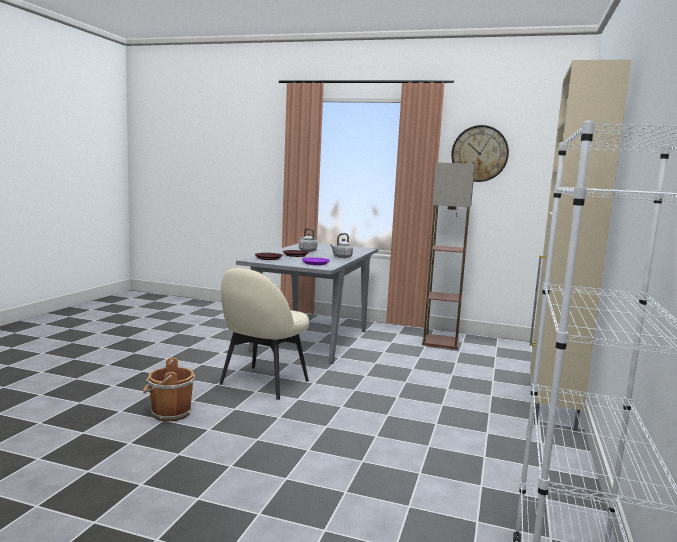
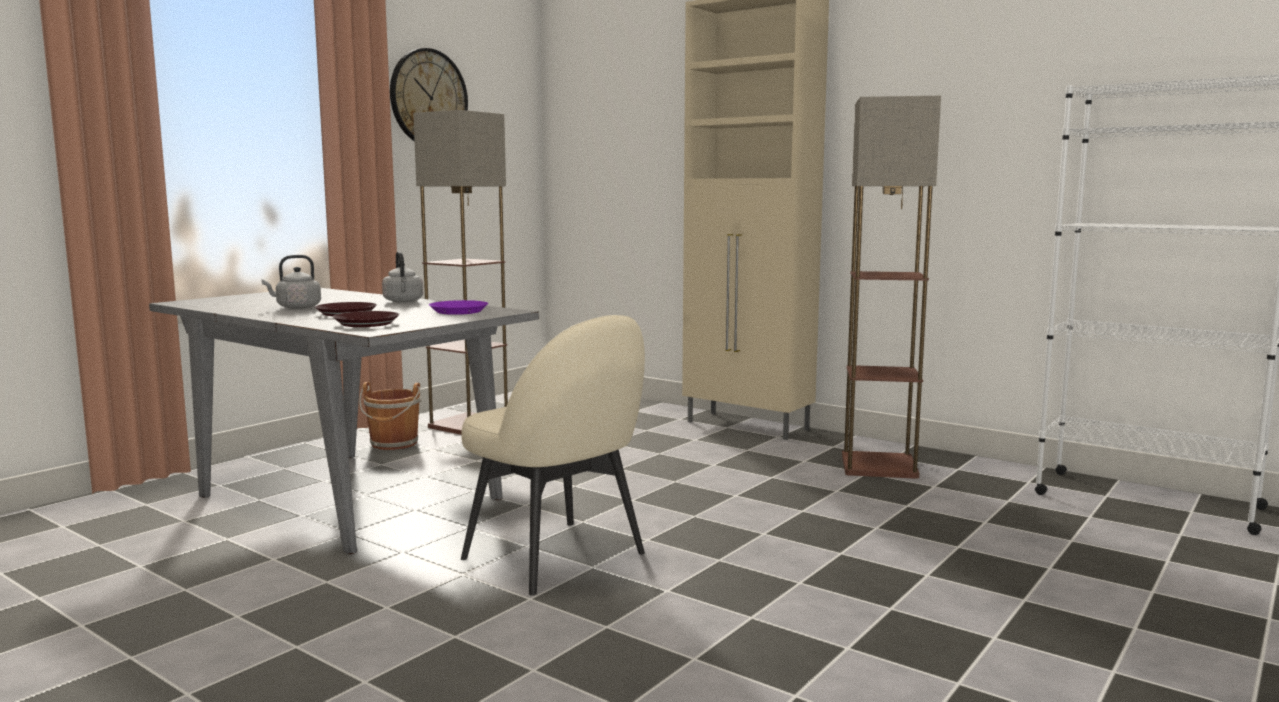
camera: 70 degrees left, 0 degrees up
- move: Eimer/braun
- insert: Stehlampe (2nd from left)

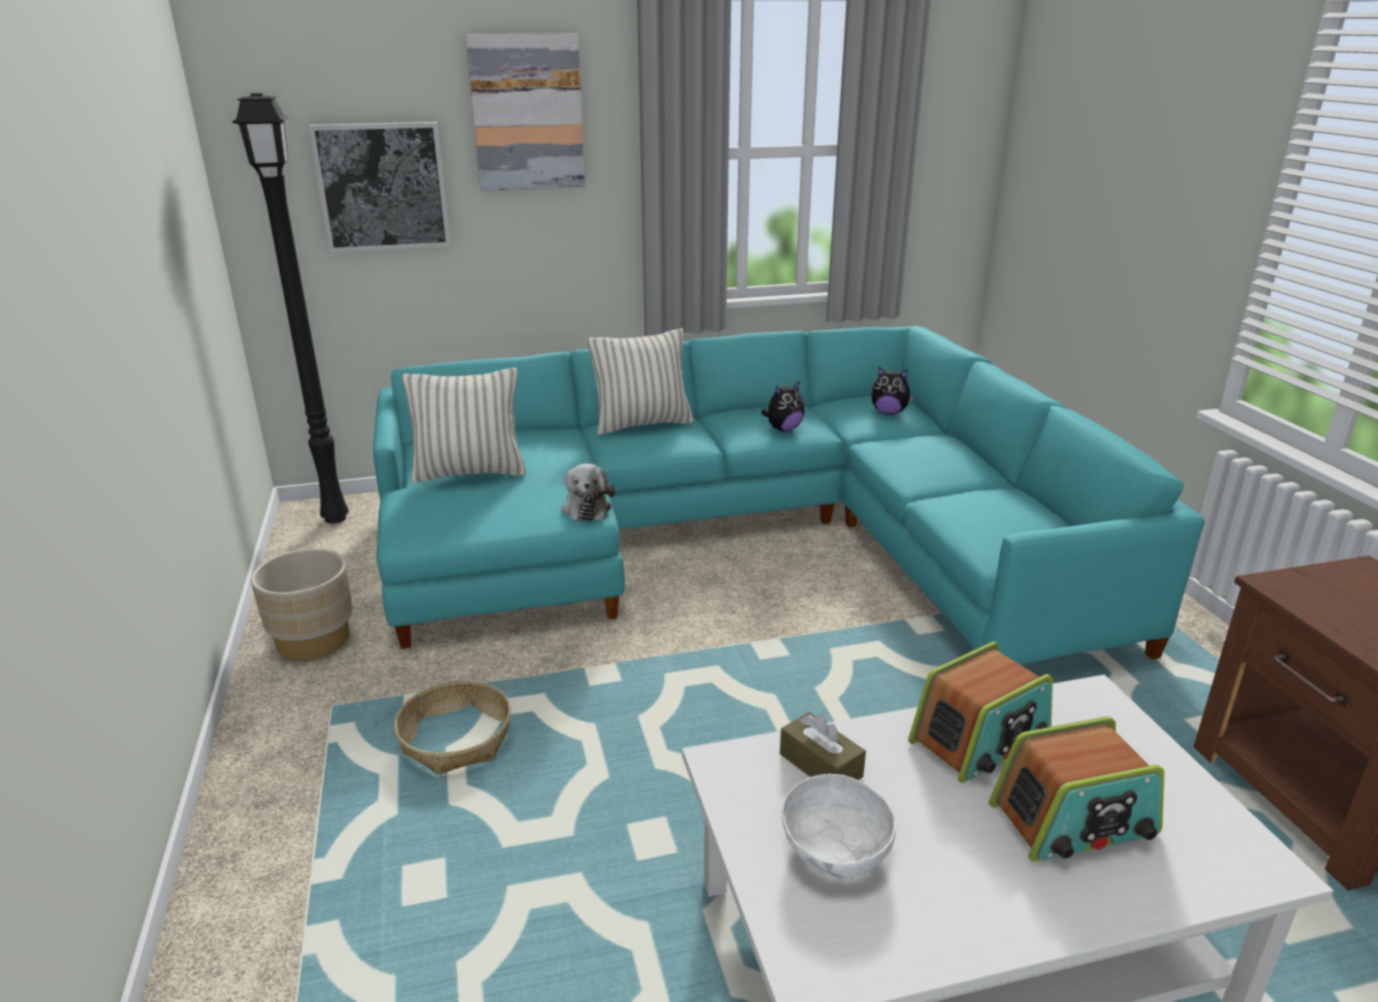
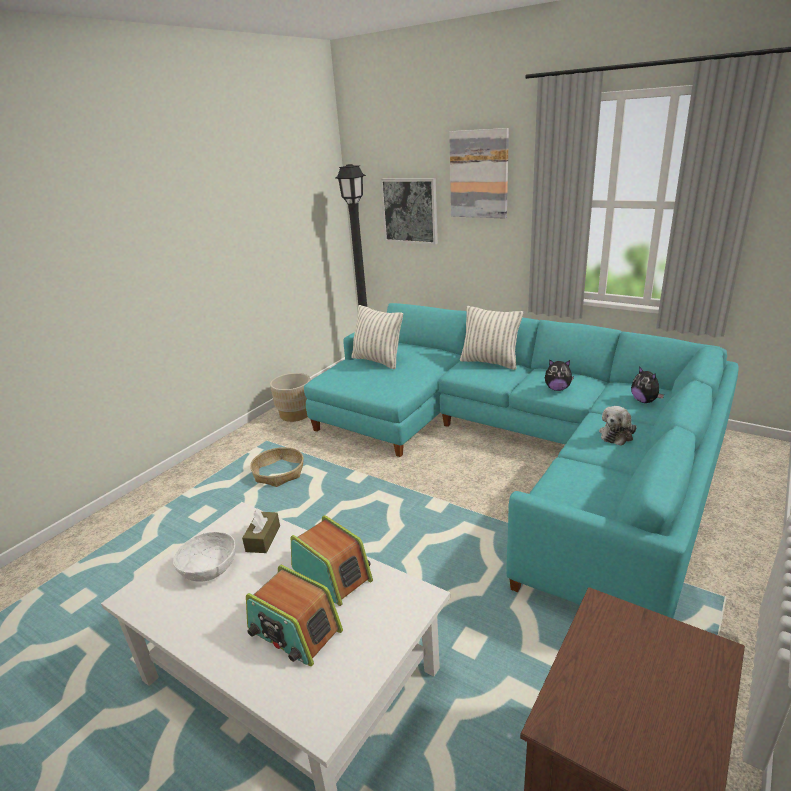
camera: 50 degrees right, 0 degrees up
- move: Plüschtier (1st from left in the first image) to Plüschtier (2nd from left)
- rotate: Radio (1st from left in the first image) 150 degrees counterclockwise

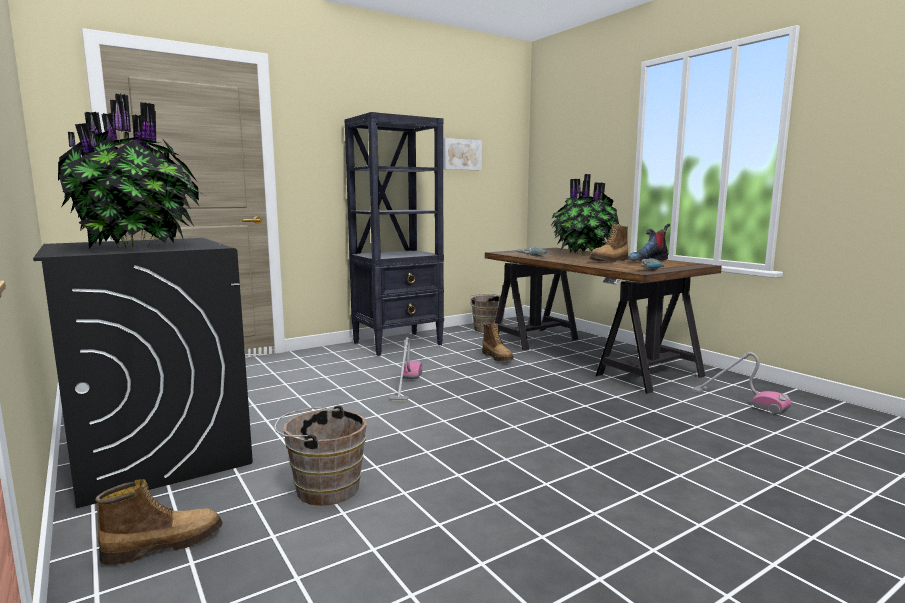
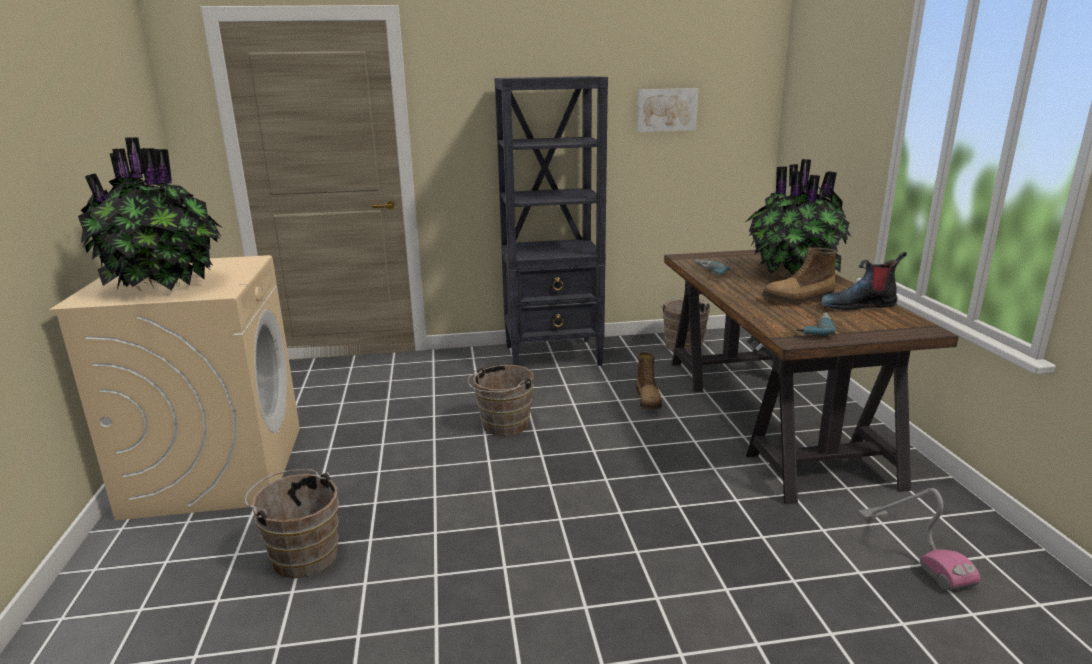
camera: 25 degrees right, 10 degrees up
- recolor: Waschmaschine/schwarz to Waschmaschine/beige
- replace: Staubsauger (1st from left) to Eimer/braun (2nd from left)
- delete: Stiefel (1st from left)

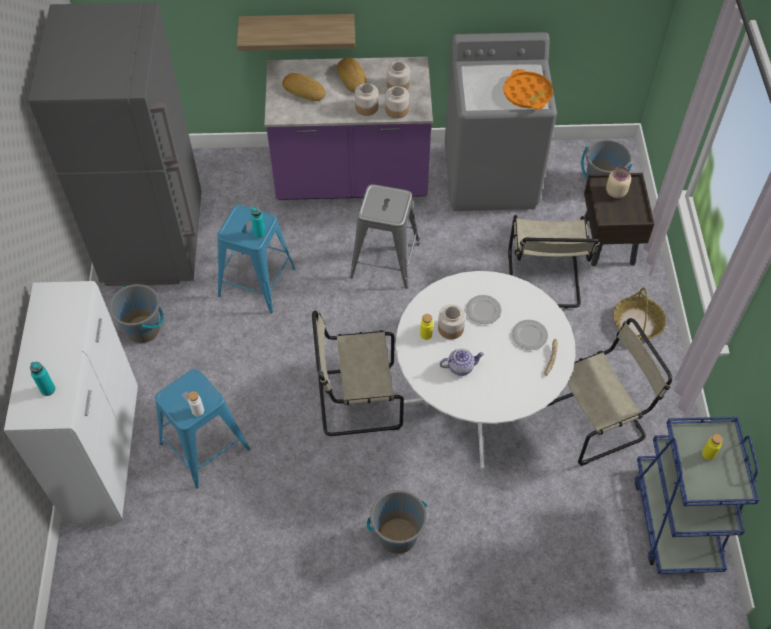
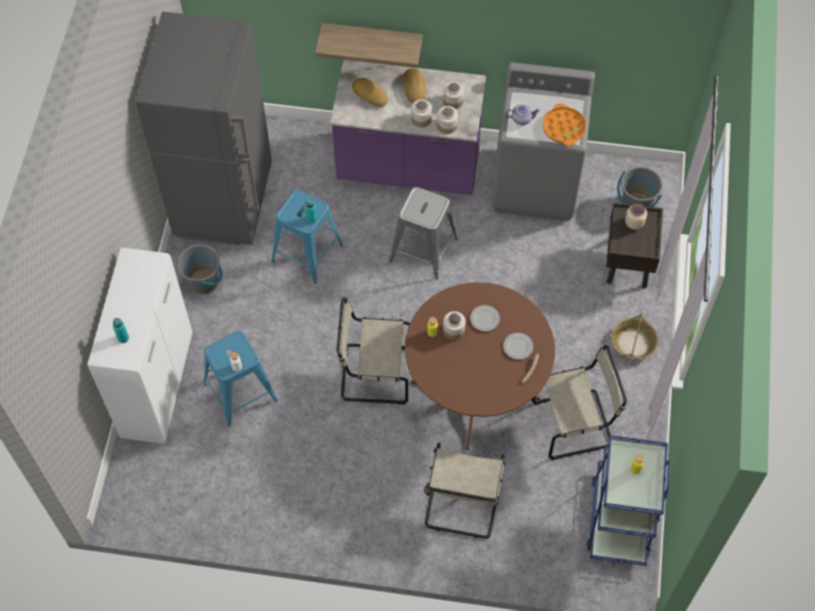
camera: 10 degrees right, 5 degrees up
- move: Stuhl/beige (2nd from left)
- recolor: Esstisch/weiß to Esstisch/braun
- move: Teekanne
- delete: Eimer/grau (2nd from left)

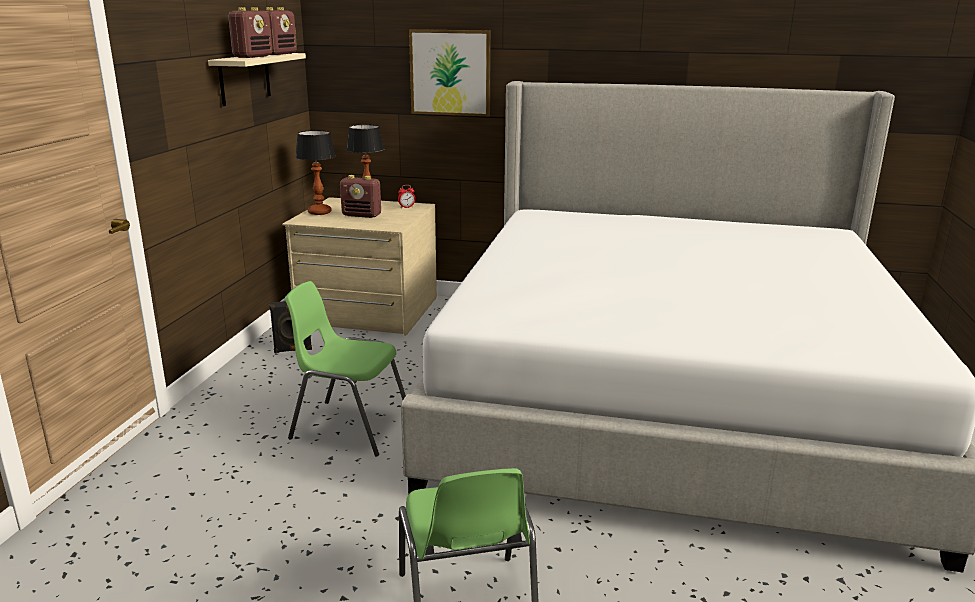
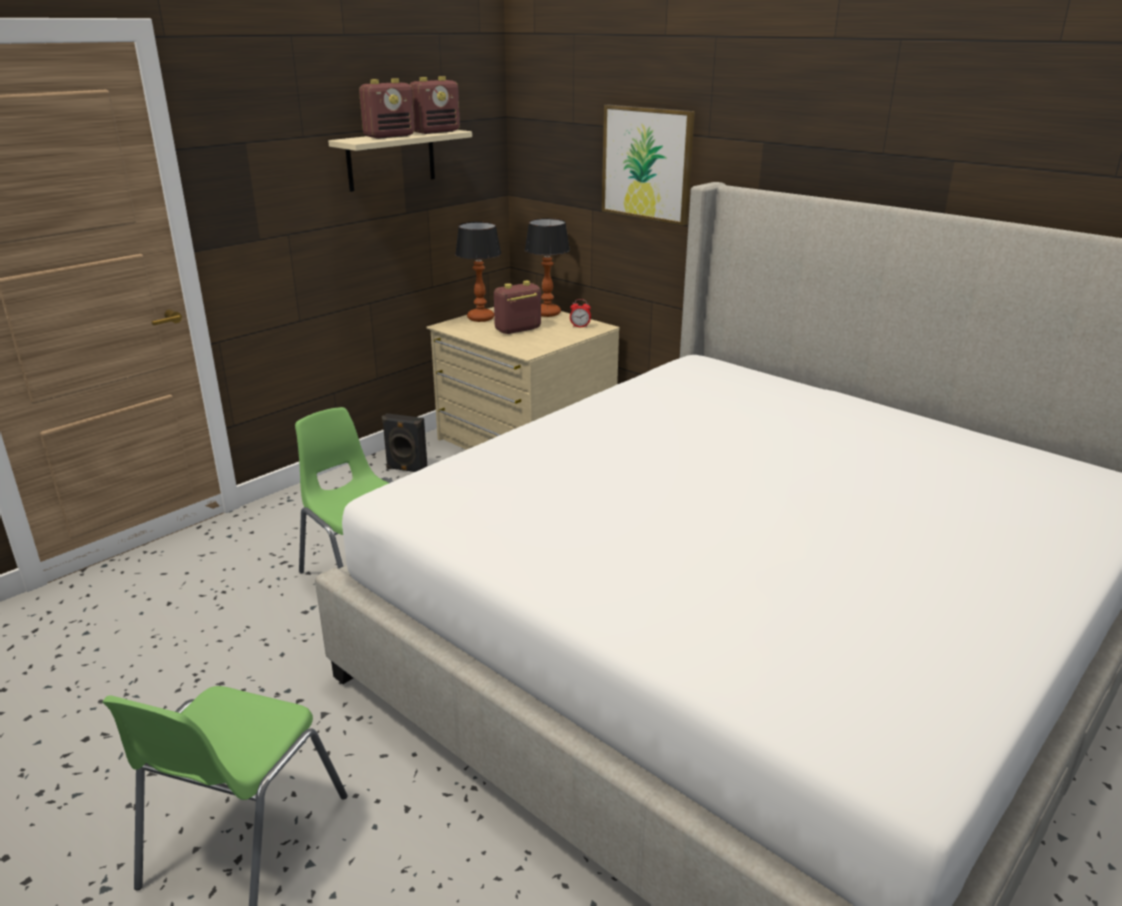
camera: 30 degrees right, 5 degrees up
- rotate: Radio (3rd from left) 105 degrees clockwise

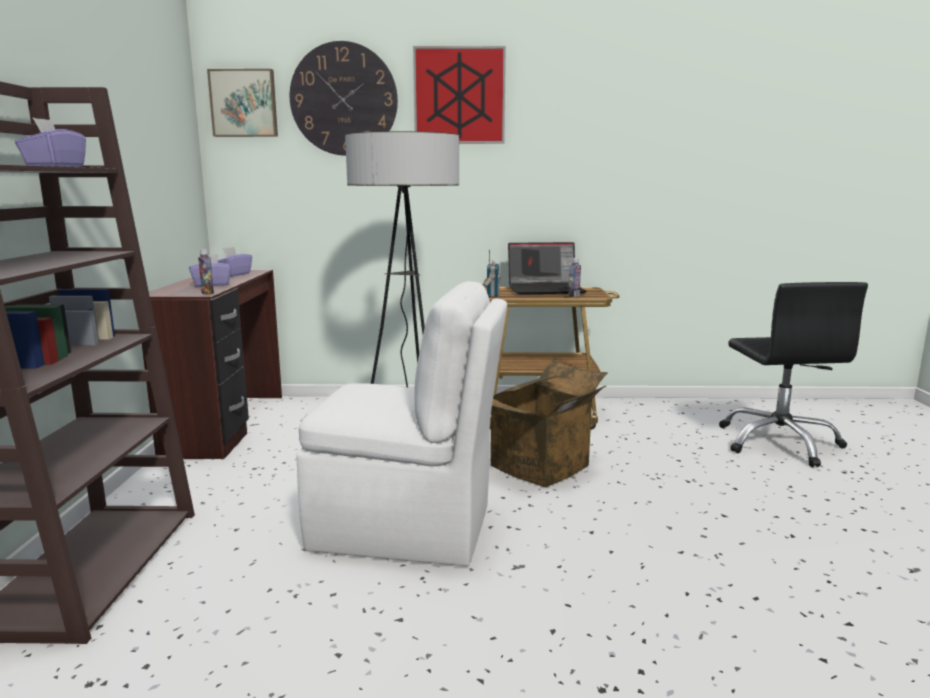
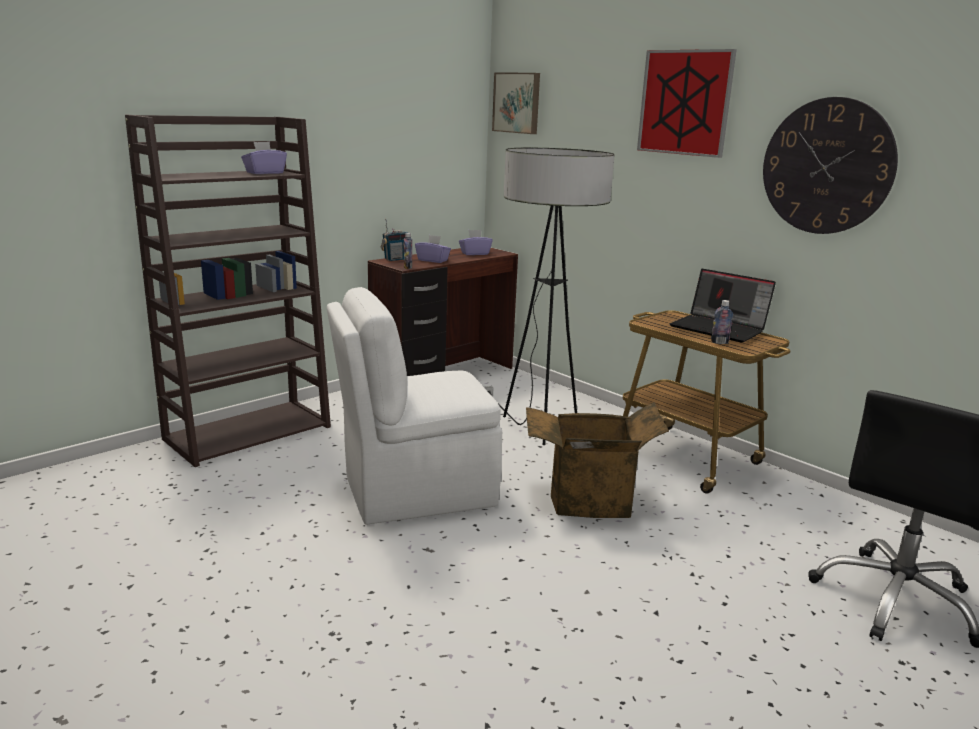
camera: 45 degrees right, 5 degrees up
- move: Wanduhr
- move: Radio
- rotate: Stuhl/weiß 105 degrees clockwise

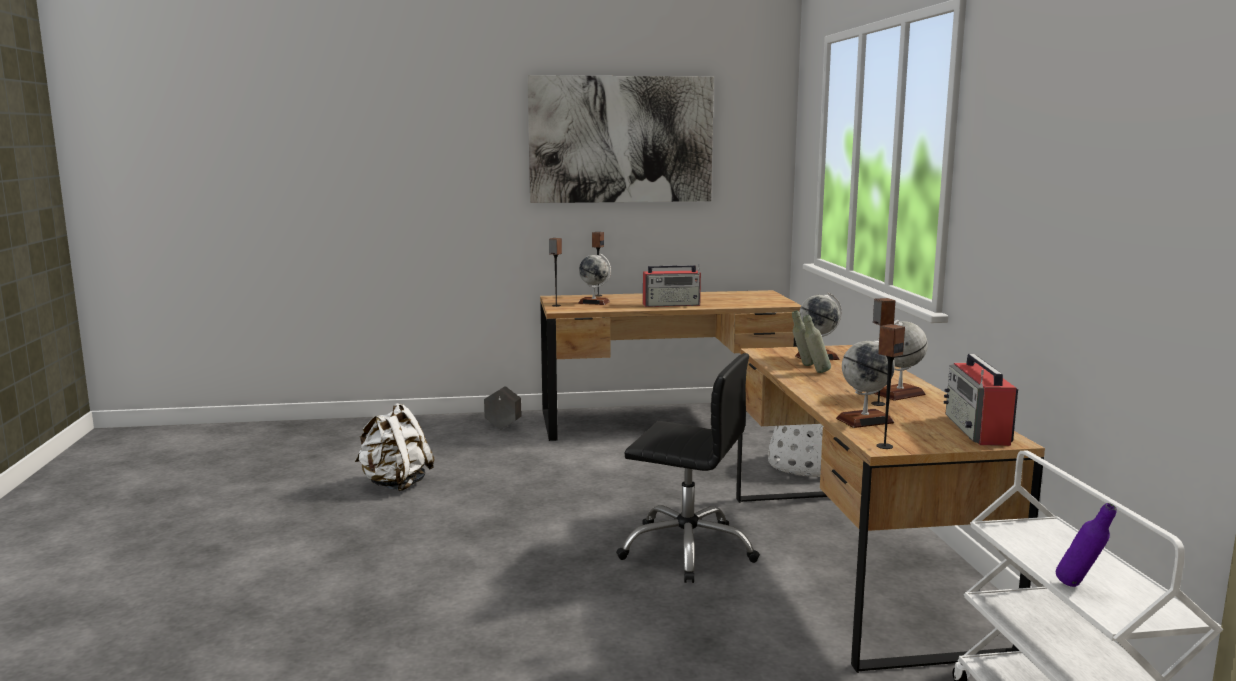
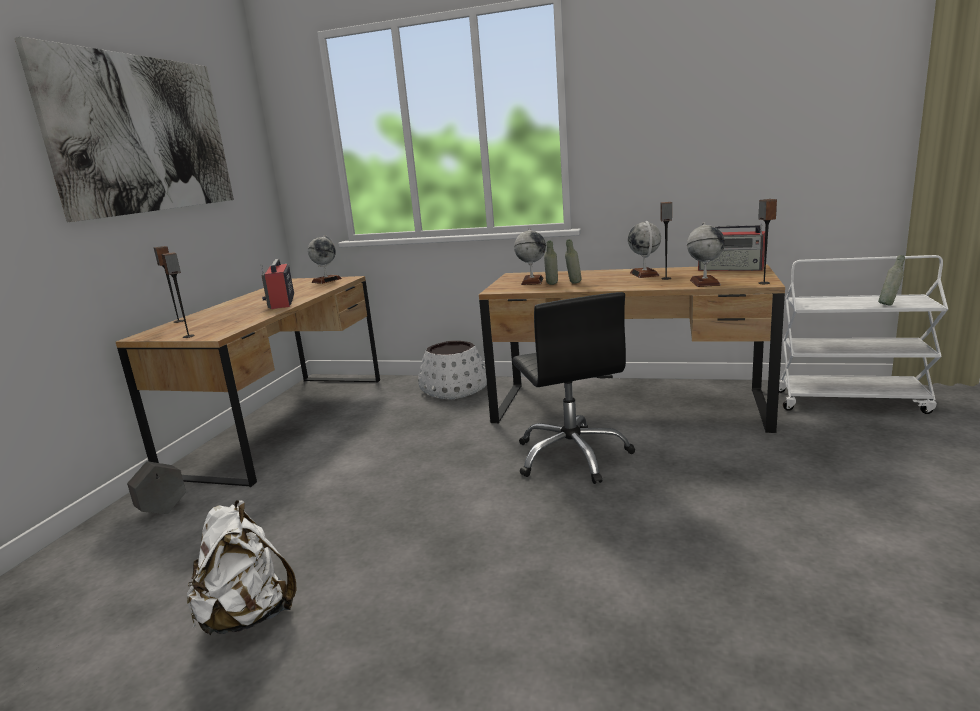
camera: 65 degrees left, 5 degrees up
- move: Globus (1st from left)
- rotate: Radio (1st from left) 150 degrees clockwise
- rotate: Bürostuhl/schwarz 120 degrees clockwise
- recolor: Flasche/lila to Flasche/grau (3rd from left)

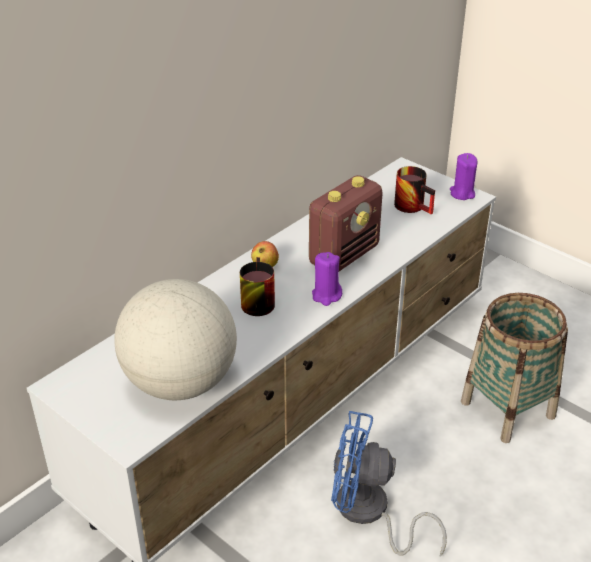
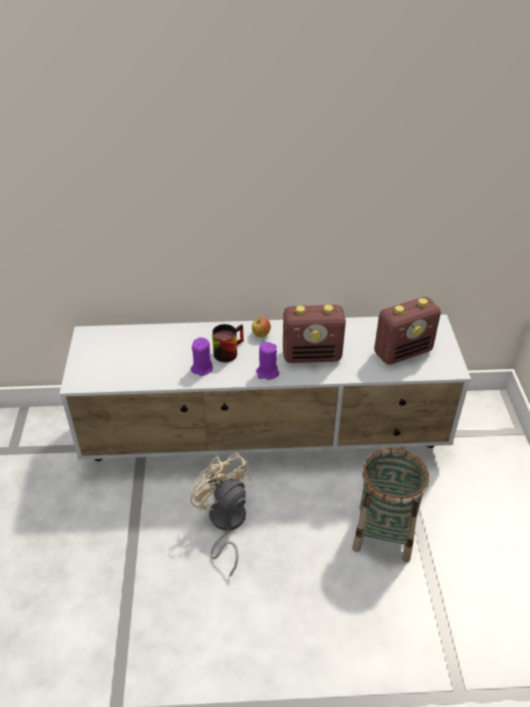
camera: 45 degrees right, 5 degrees up
- move: Kerze/lila (2nd from left in the first image) to Kerze/lila (1st from left)
- replace: Henkelbecher (2nd from left) to Radio (2nd from left)
- delete: Globus
- recolor: Ventilator/blau to Ventilator/beige

